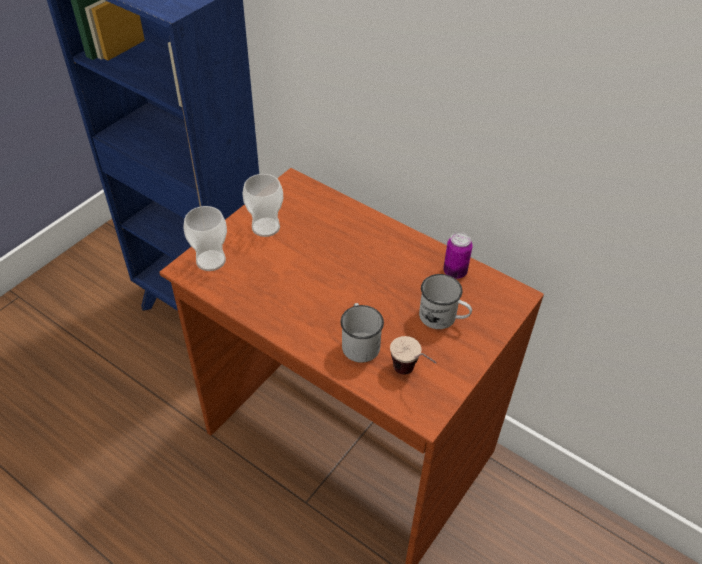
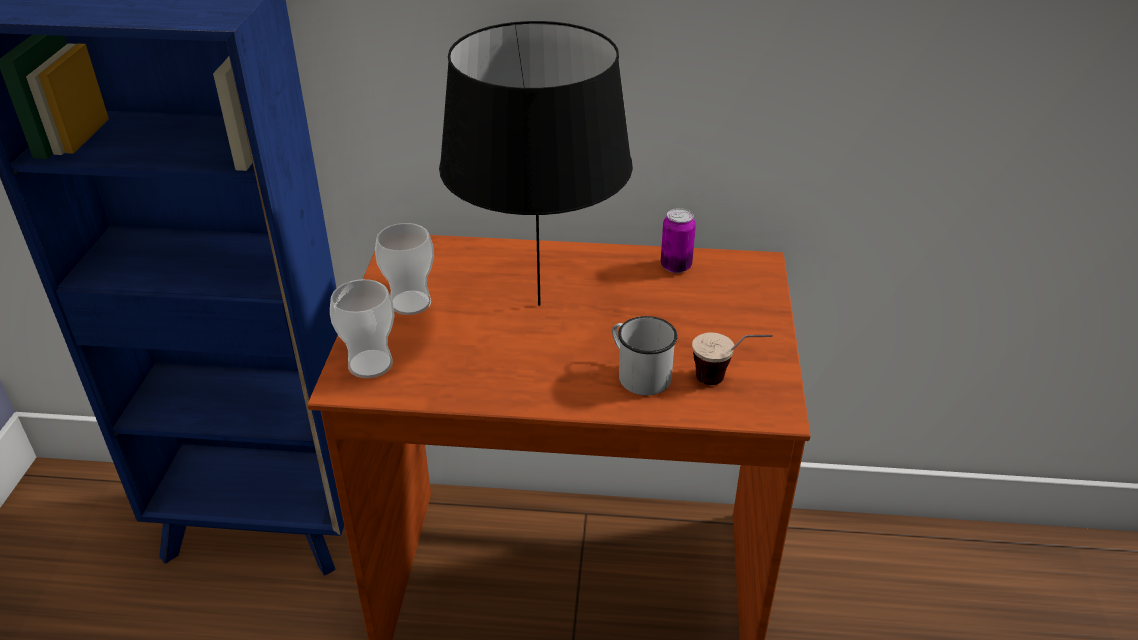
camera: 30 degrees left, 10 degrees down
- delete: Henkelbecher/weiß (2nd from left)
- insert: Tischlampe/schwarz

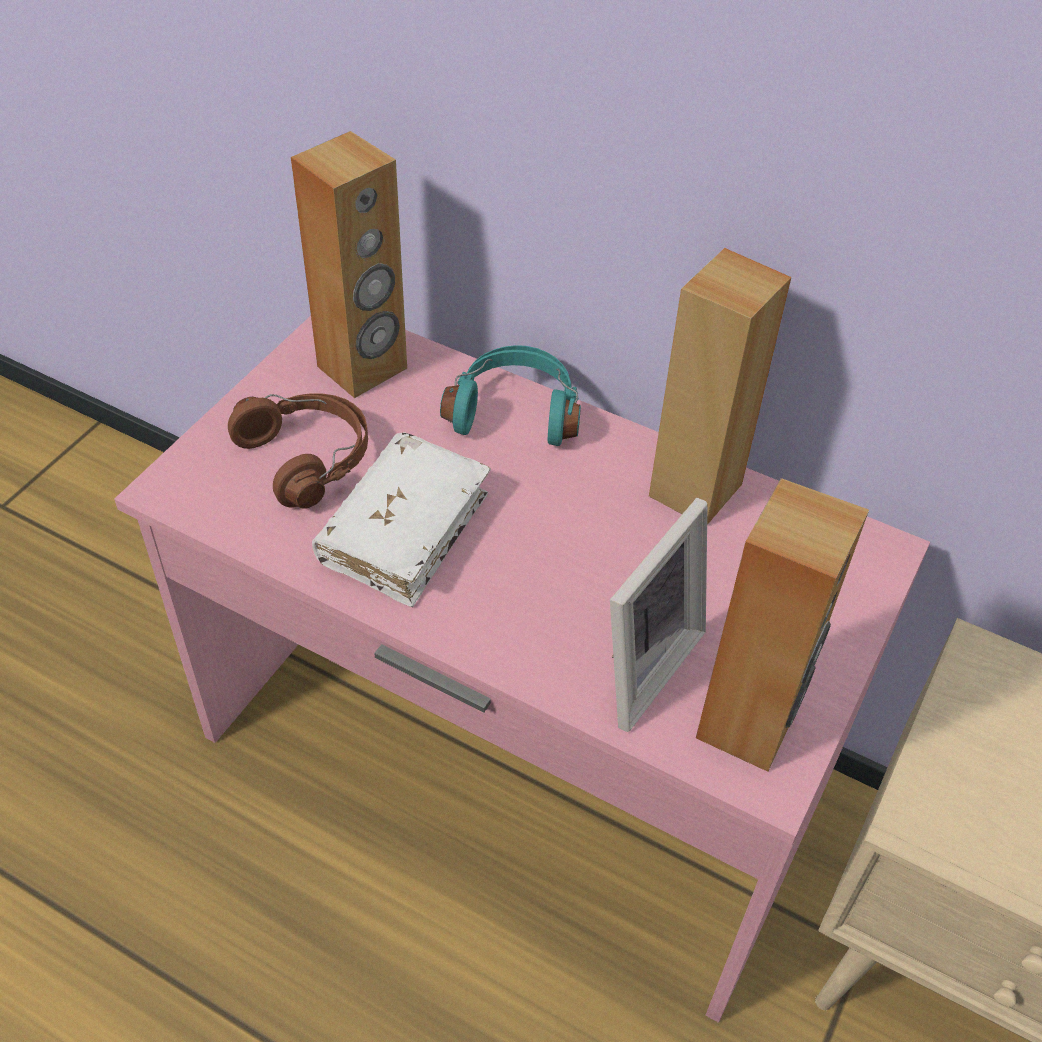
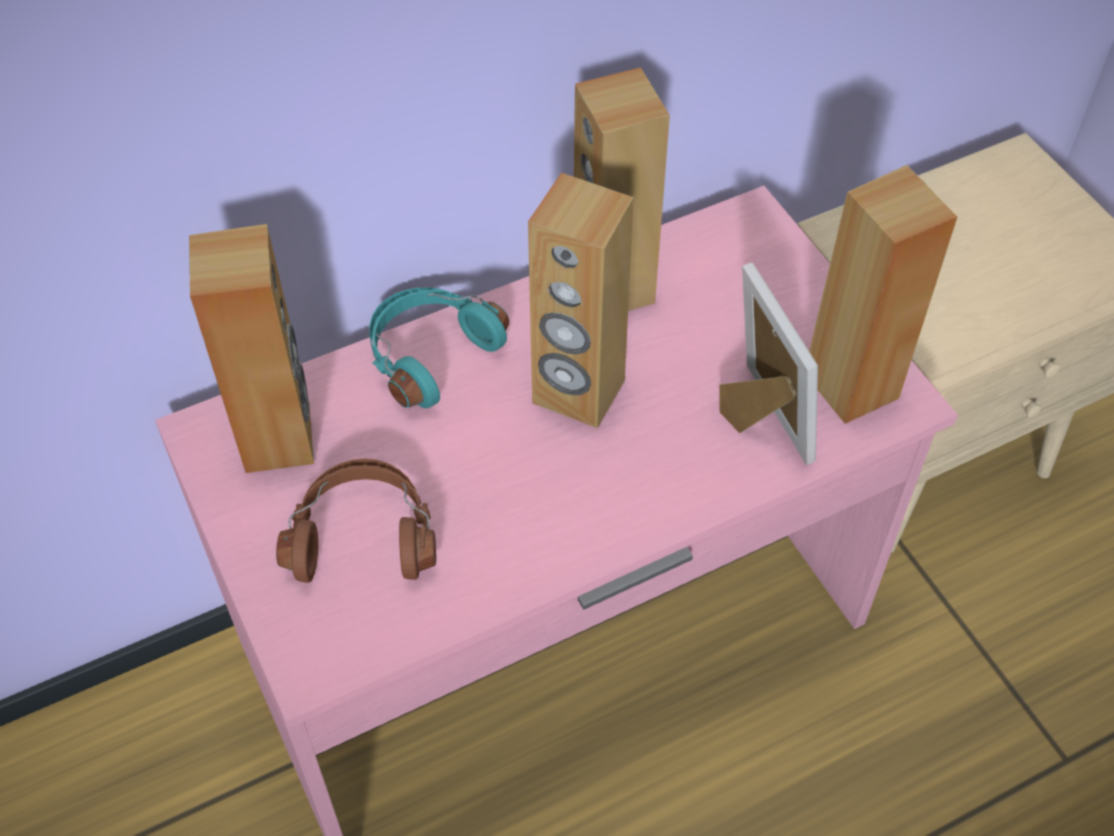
camera: 55 degrees left, 5 degrees up
- delete: Buch/weiß
- insert: Lautsprecher/braun (2nd from left)

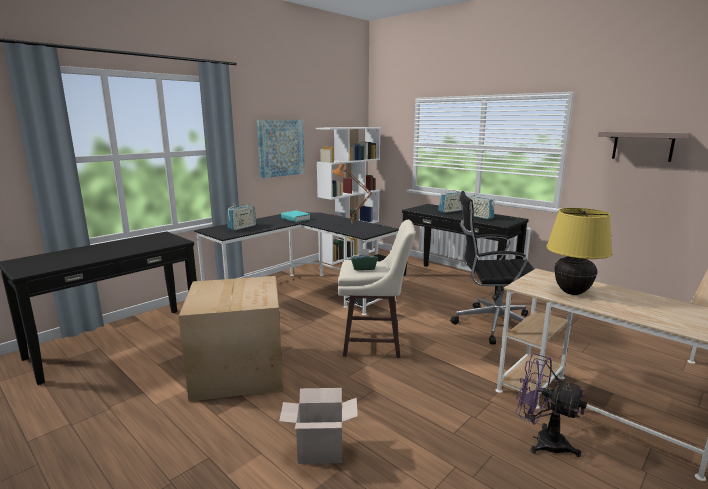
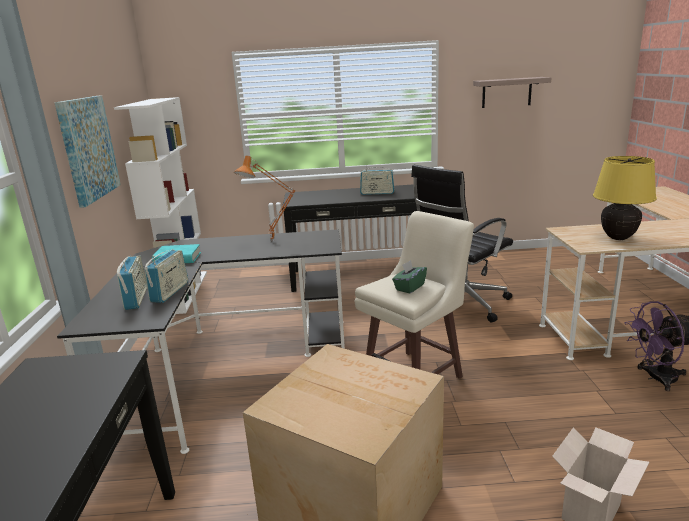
camera: 45 degrees left, 5 degrees up
- move: Radio (2nd from left)

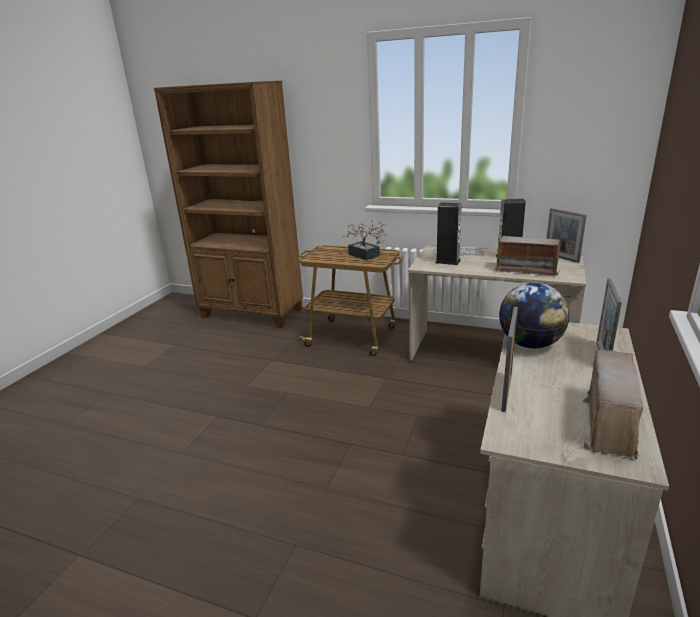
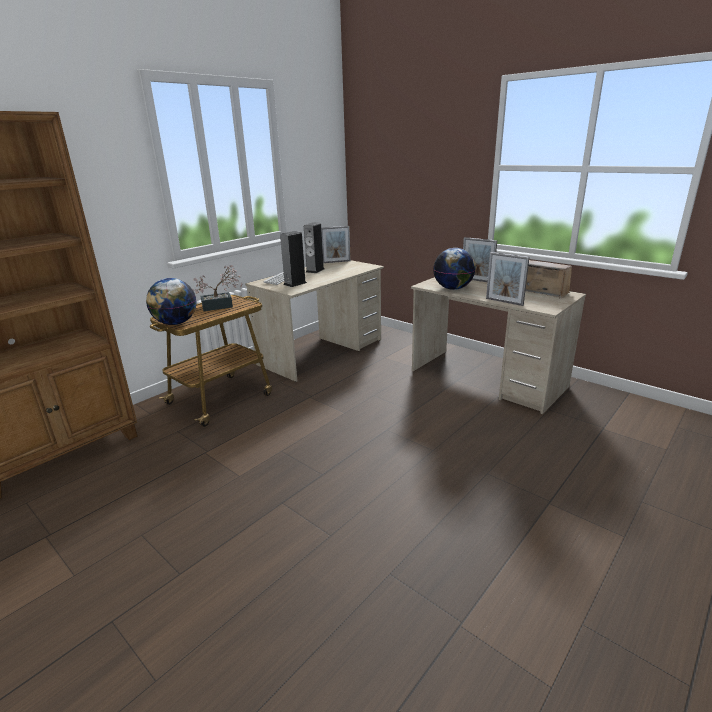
camera: 70 degrees left, 0 degrees up
- delete: Radio (1st from left)
- insert: Globus (1st from left)

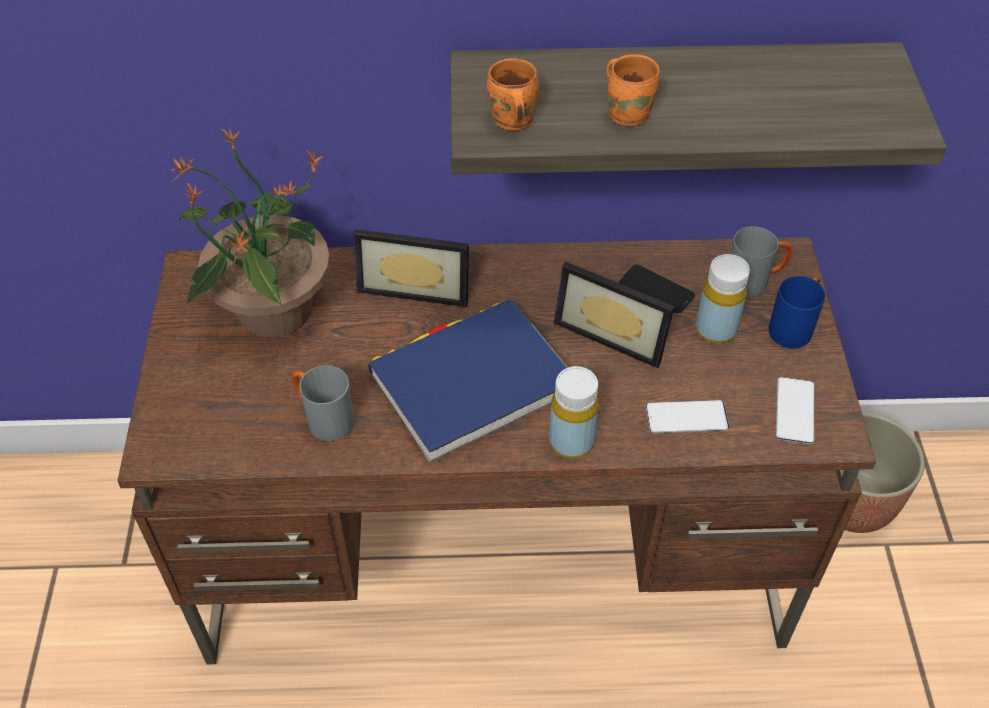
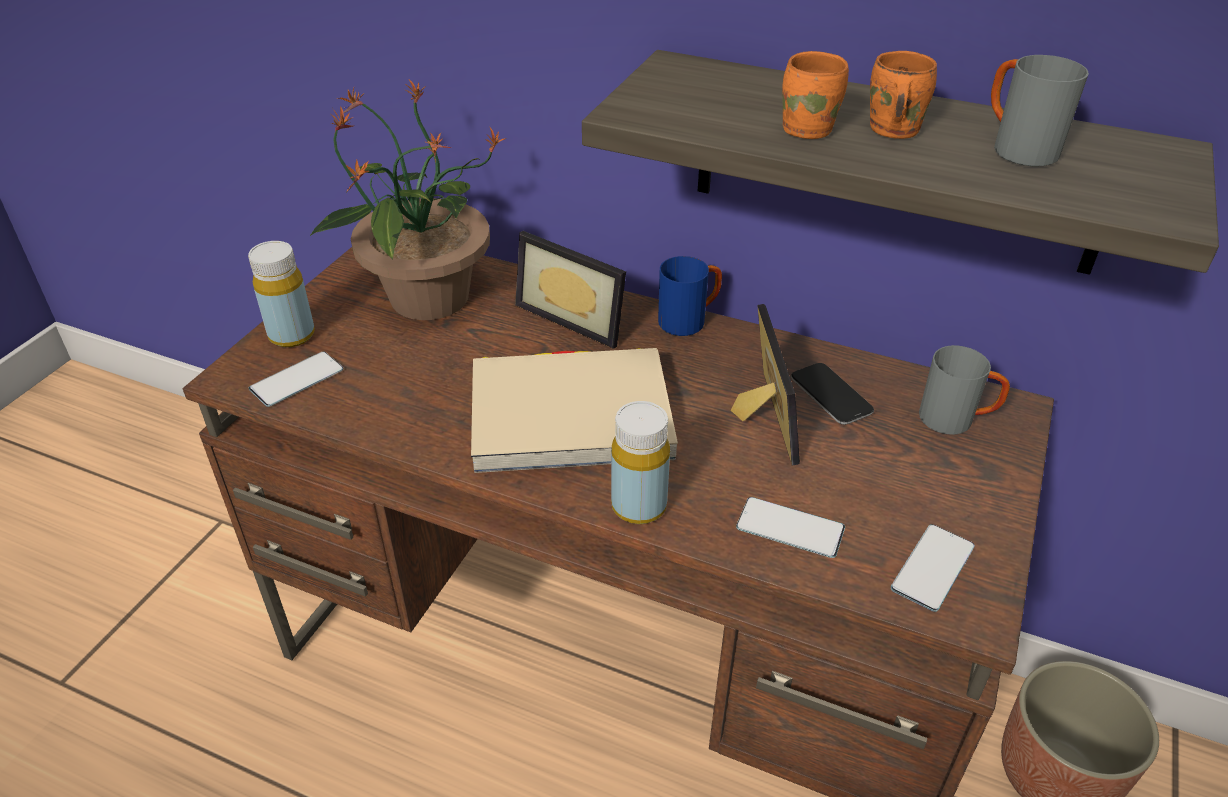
camera: 25 degrees right, 10 degrees down
- move: Henkelbecher/orange (1st from left in the first image) to Henkelbecher/orange (2nd from left)
- move: Flasche/gelb (2nd from left in the first image) to Flasche/gelb (1st from left)
- rotate: Bilderrahmen (2nd from left) 150 degrees counterclockwise
- move: Henkelbecher/blau
- recolor: Buch/blau to Buch/beige
- move: Henkelbecher/grau (1st from left in the first image) to Henkelbecher/grau (2nd from left)
- insert: Handy (1st from left)

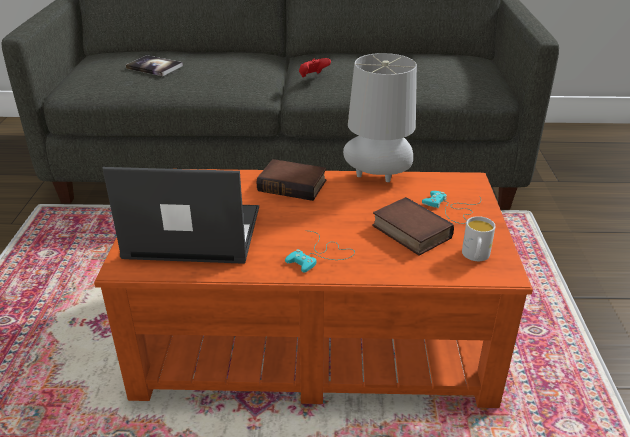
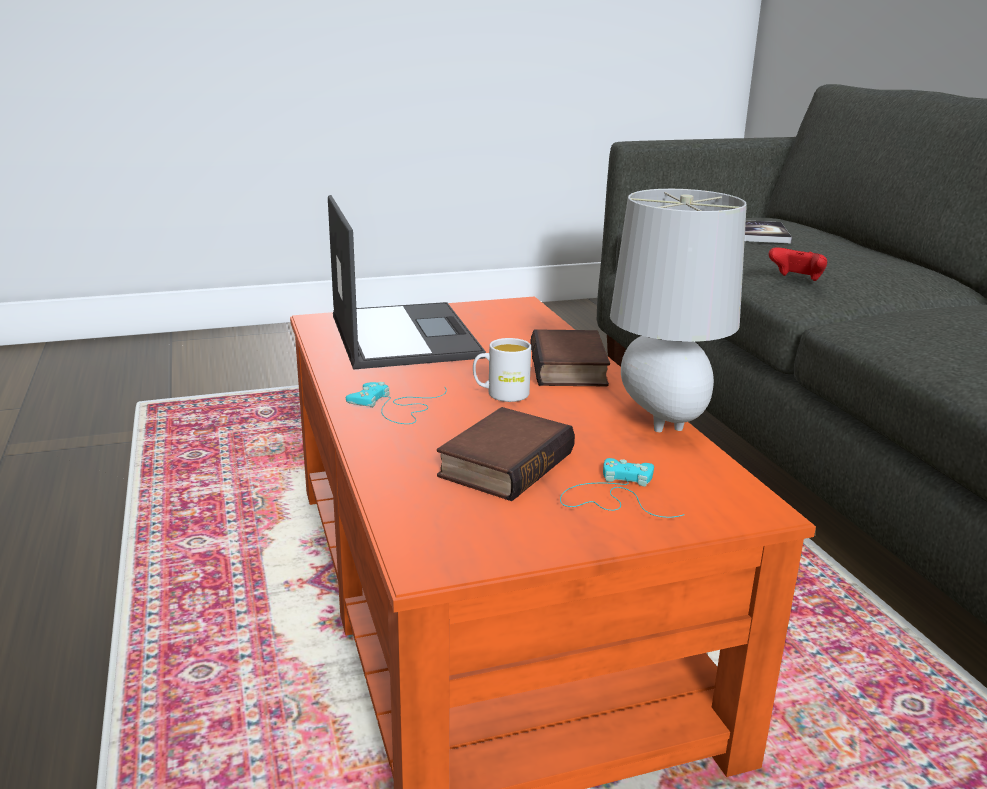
camera: 70 degrees right, 10 degrees down
- move: Gamepad/rot
- move: Henkelbecher/weiß

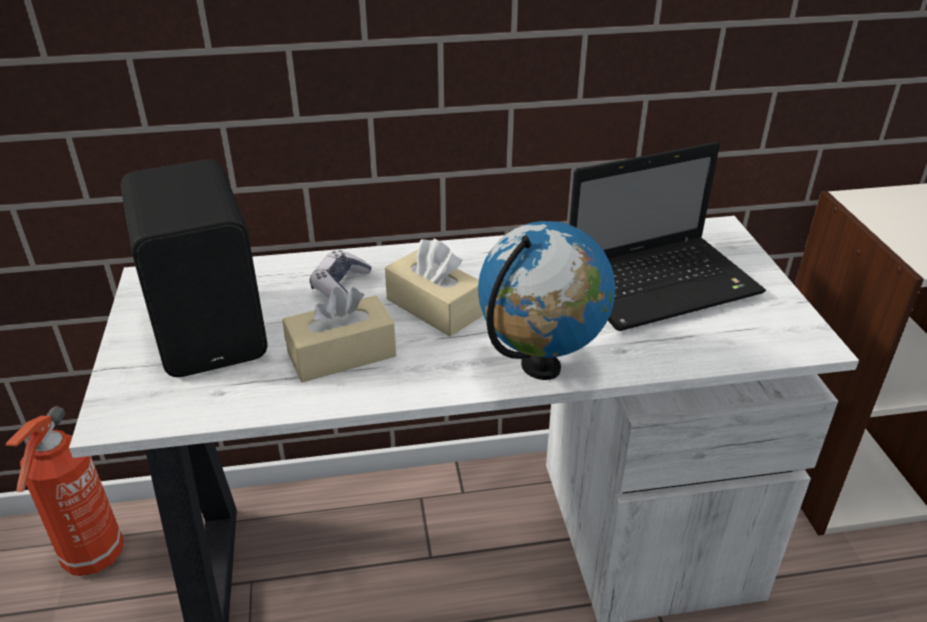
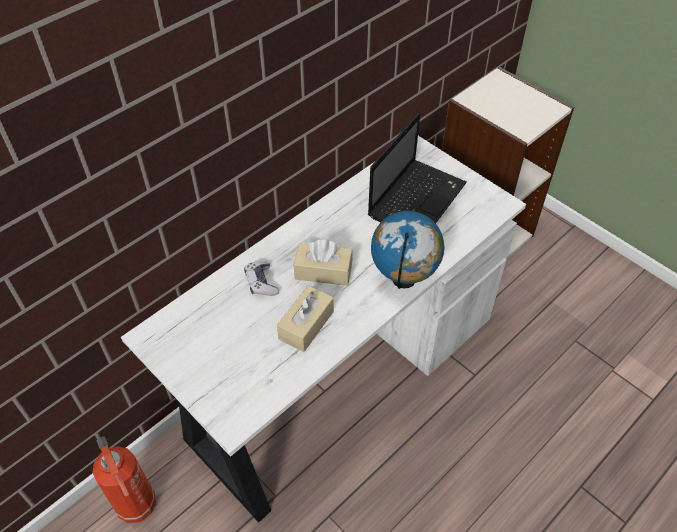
camera: 35 degrees left, 15 degrees up
- delete: Lautsprecher/schwarz

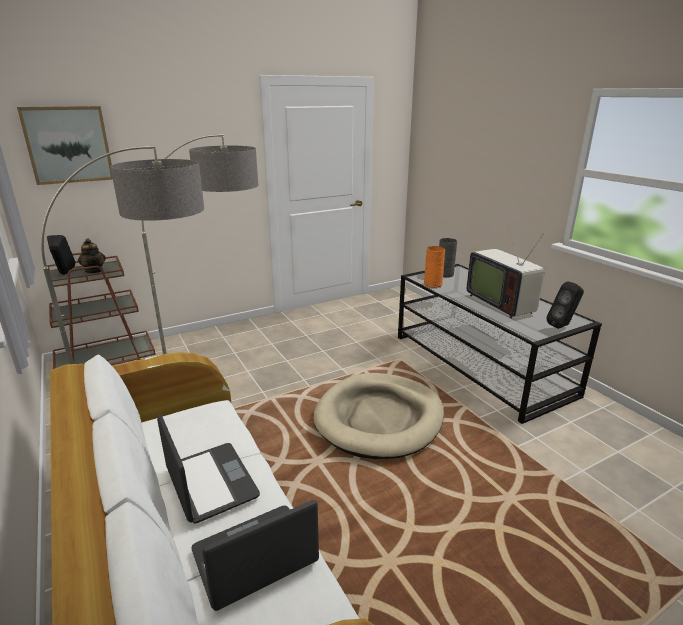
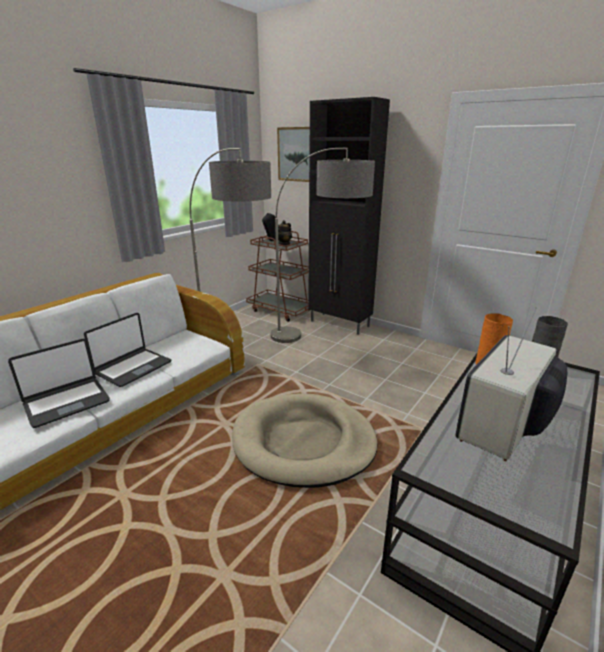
camera: 65 degrees right, 0 degrees up
- delete: Lautsprecher/schwarz (2nd from left)
- rotate: Laptop (2nd from left in the first image) 105 degrees clockwise
- insert: Schrank/schwarz

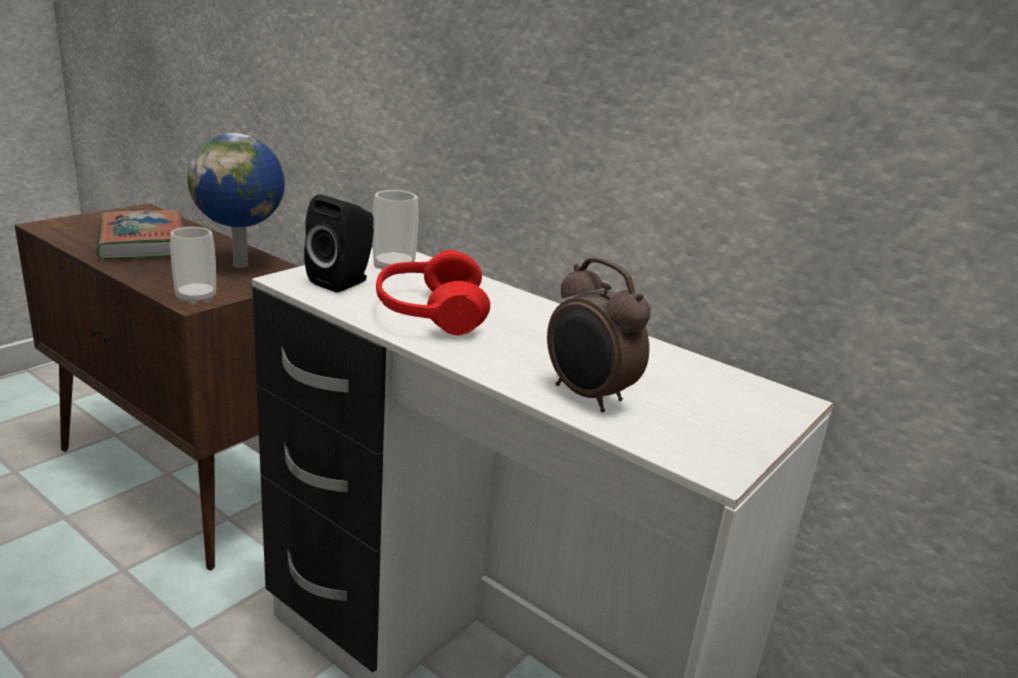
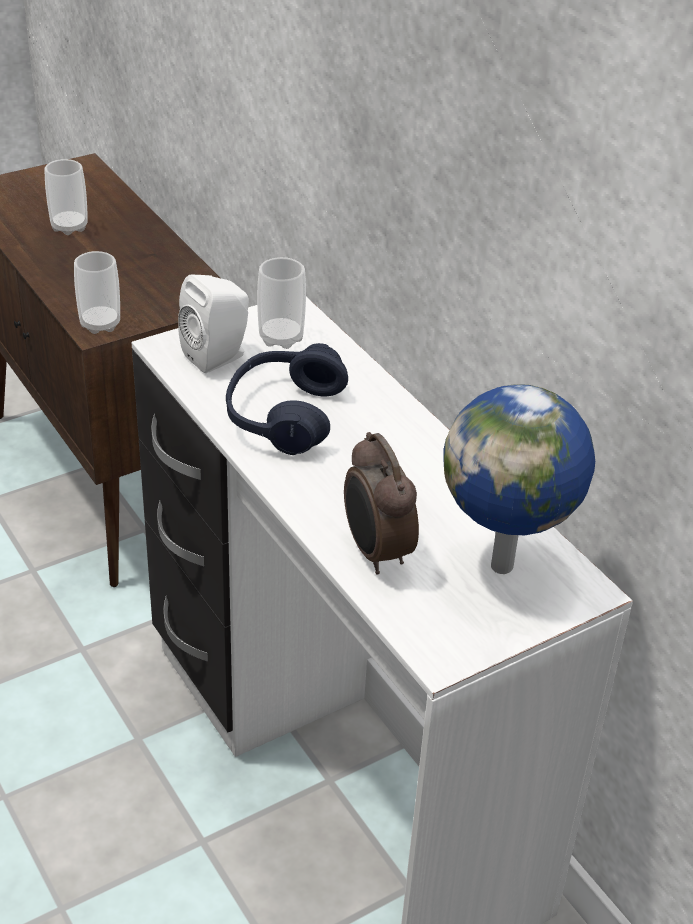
camera: 20 degrees right, 15 degrees up
- move: Globus
- recolor: Lautsprecher/schwarz to Lautsprecher/weiß
- replace: Buch to Tasse (1st from left)
- recolor: Kopfhörer/rot to Kopfhörer/blau

